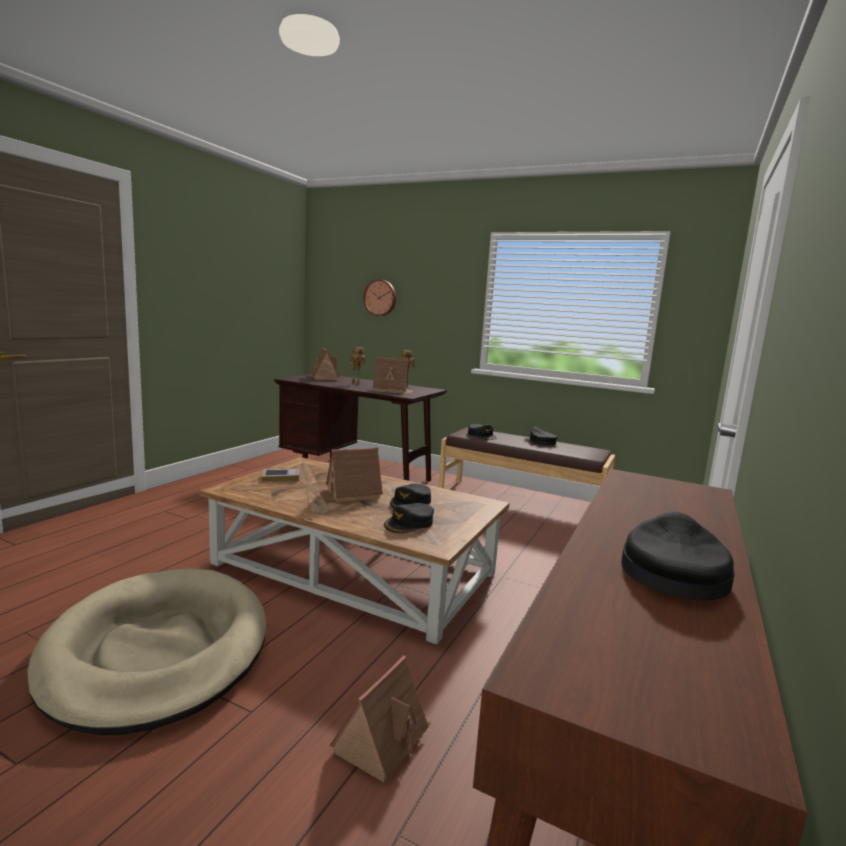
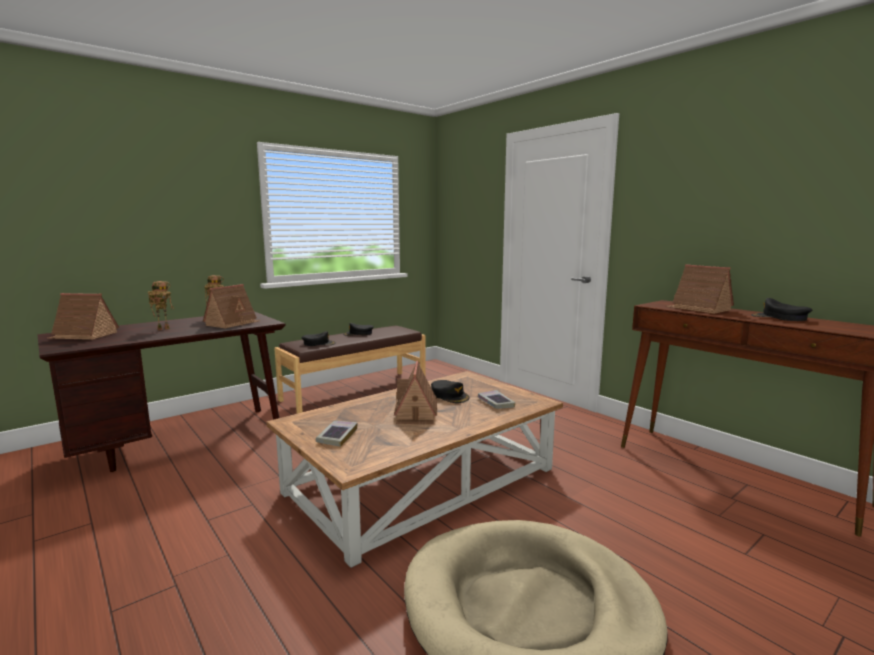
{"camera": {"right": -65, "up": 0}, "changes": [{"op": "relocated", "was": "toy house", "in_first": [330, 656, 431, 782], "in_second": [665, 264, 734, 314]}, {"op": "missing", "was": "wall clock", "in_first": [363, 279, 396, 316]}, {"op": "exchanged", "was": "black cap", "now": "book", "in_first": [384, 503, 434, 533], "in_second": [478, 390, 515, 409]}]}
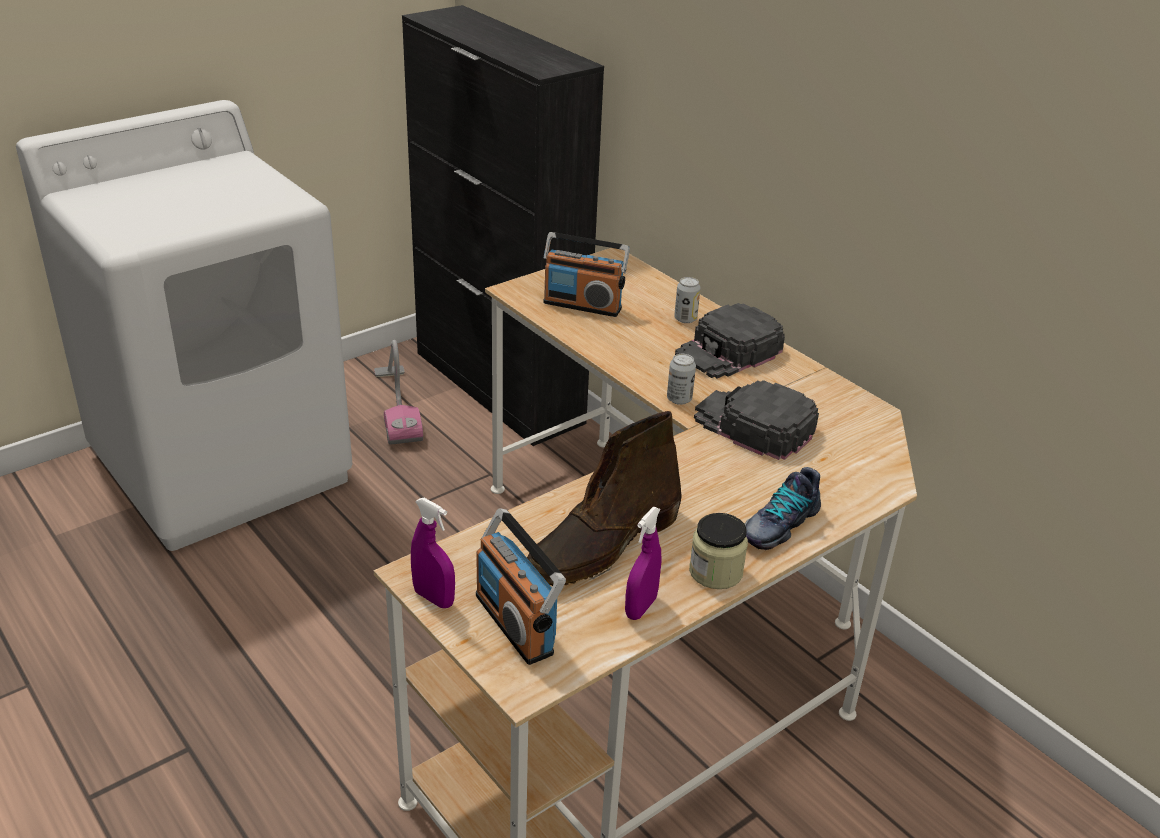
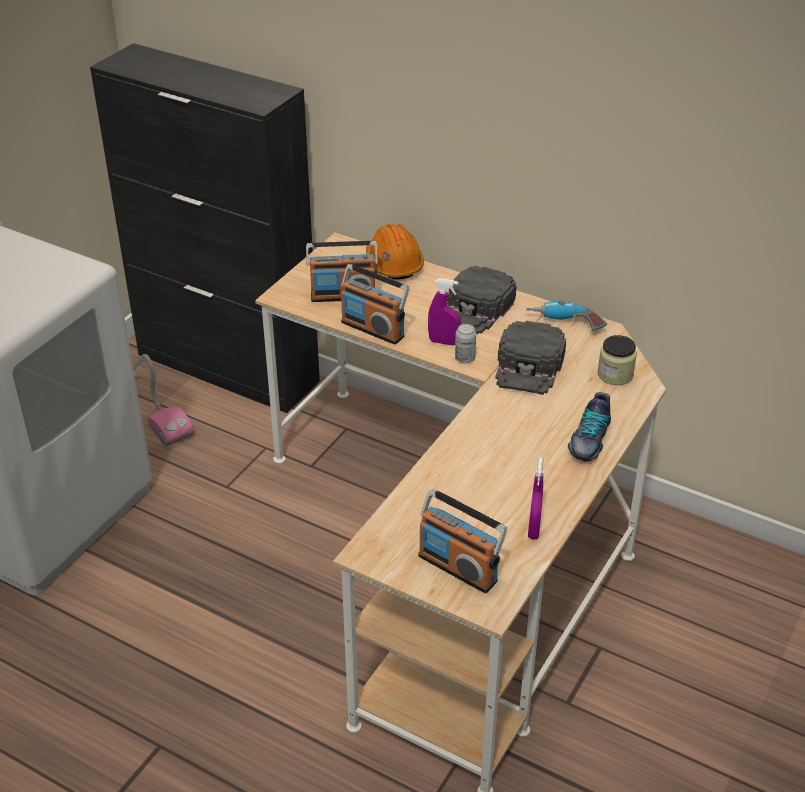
{"camera": {"right": -20, "up": 5}, "changes": [{"op": "relocated", "was": "purple spray bottle", "in_first": [411, 498, 455, 608], "in_second": [428, 278, 461, 346]}, {"op": "missing", "was": "brown boot", "in_first": [527, 411, 682, 586]}, {"op": "missing", "was": "can", "in_first": [674, 277, 701, 323]}, {"op": "relocated", "was": "jar", "in_first": [689, 513, 748, 589], "in_second": [598, 335, 637, 385]}, {"op": "spun", "was": "black cap", "in_first": [694, 380, 819, 460], "in_second": [495, 321, 566, 395], "clockwise": -90}, {"op": "appeared", "now": "radio", "in_second": [341, 264, 409, 344]}, {"op": "appeared", "now": "orange hard hat", "in_second": [366, 224, 424, 280]}, {"op": "appeared", "now": "power drill", "in_second": [526, 301, 607, 331]}]}
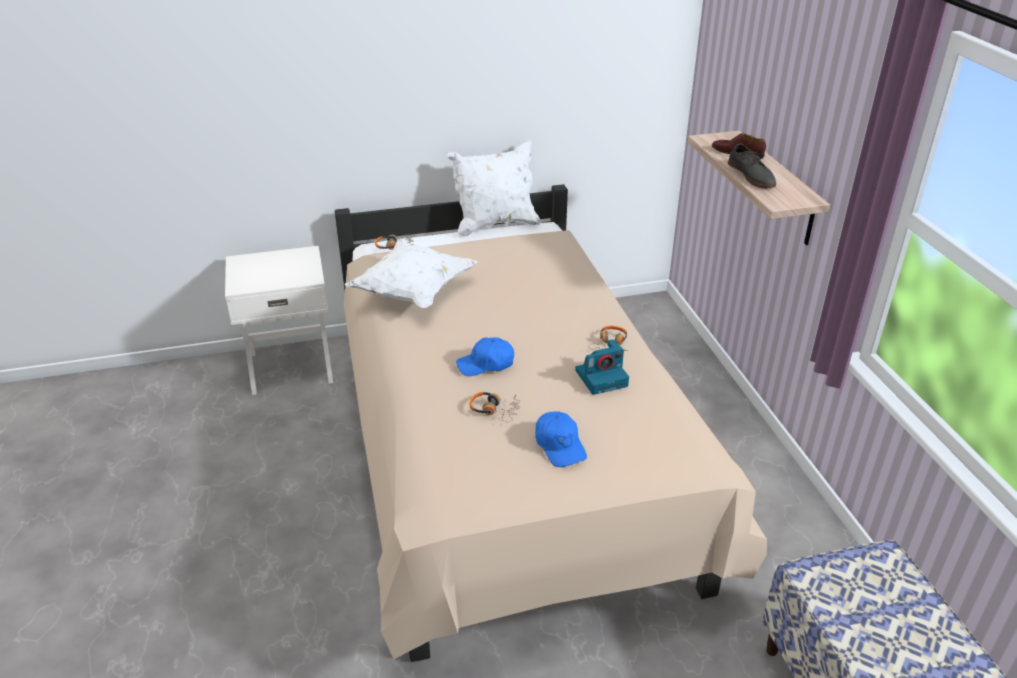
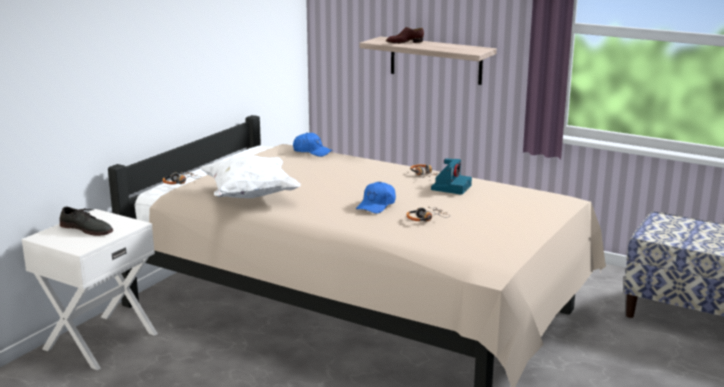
{"camera": {"right": -45, "up": -15}, "changes": [{"op": "missing", "was": "white pillow", "in_first": [447, 140, 541, 237]}, {"op": "relocated", "was": "blue cap", "in_first": [535, 411, 587, 467], "in_second": [293, 132, 332, 157]}, {"op": "relocated", "was": "grey shoe", "in_first": [728, 143, 776, 189], "in_second": [60, 207, 113, 236]}]}
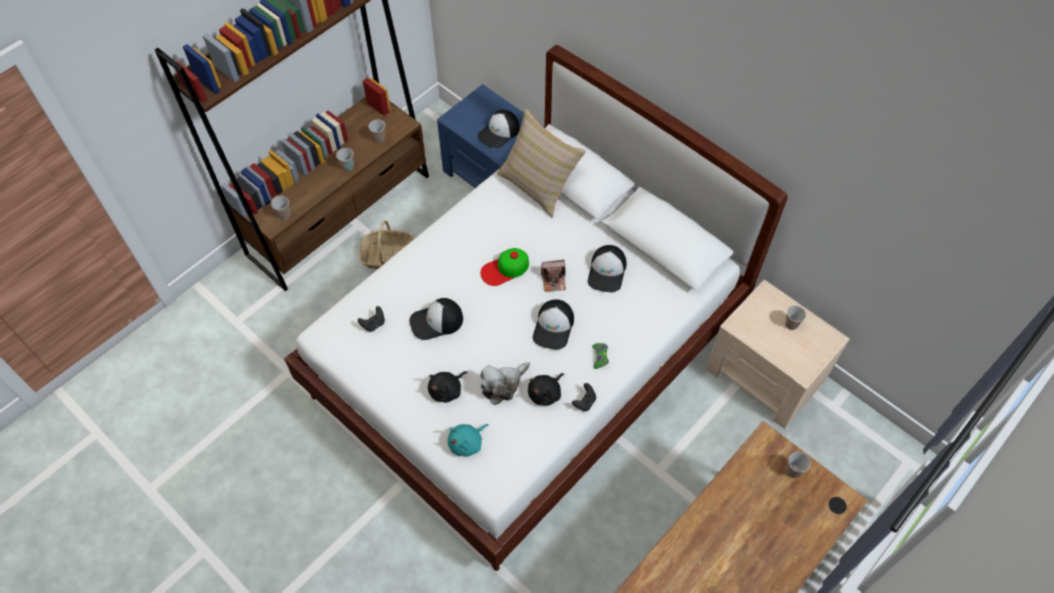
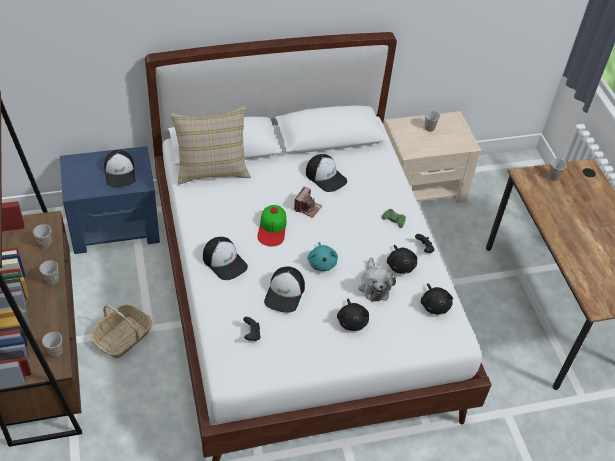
{"camera": {"right": -60, "up": -10}, "changes": [{"op": "relocated", "was": "turquoise plush toy", "in_first": [448, 424, 489, 457], "in_second": [307, 242, 338, 271]}, {"op": "relocated", "was": "cap", "in_first": [533, 299, 574, 350], "in_second": [203, 237, 248, 280]}, {"op": "appeared", "now": "black plush toy", "in_second": [421, 283, 453, 314]}]}
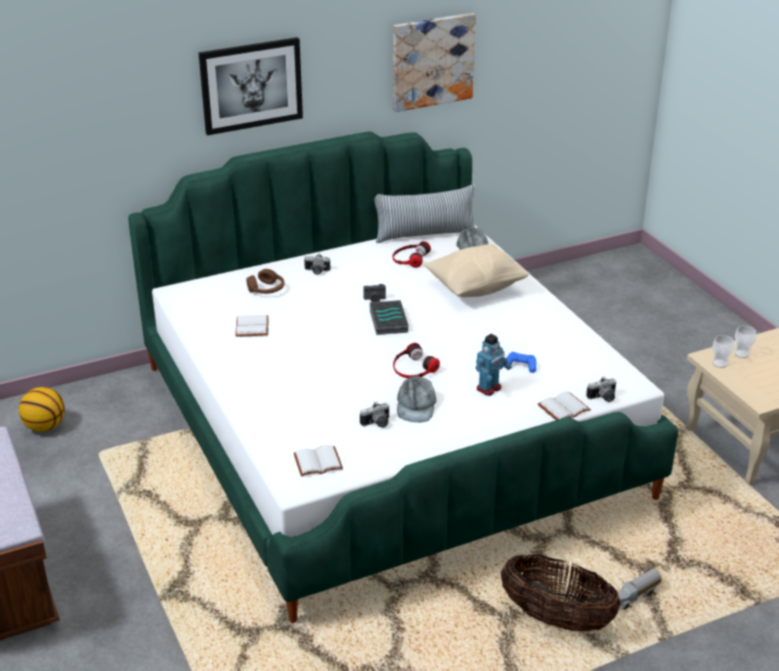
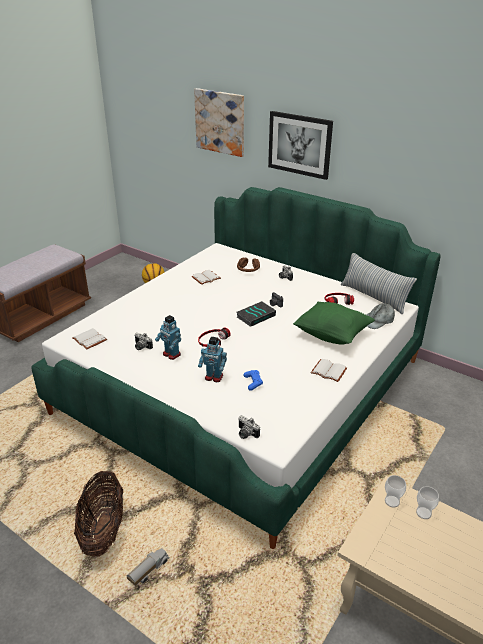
{"camera": {"right": 60, "up": 0}, "changes": [{"op": "relocated", "was": "picture", "in_first": [393, 13, 476, 112], "in_second": [194, 88, 244, 157]}, {"op": "exchanged", "was": "grey cap", "now": "toy robot", "in_first": [397, 375, 436, 422], "in_second": [155, 315, 181, 360]}, {"op": "colour", "was": "beige pillow", "now": "green pillow", "in_first": [424, 244, 529, 297], "in_second": [293, 302, 375, 345]}, {"op": "relocated", "was": "white book", "in_first": [538, 391, 591, 420], "in_second": [311, 359, 347, 382]}, {"op": "spun", "was": "toy truck", "in_first": [618, 569, 662, 610], "in_second": [127, 548, 170, 586], "clockwise": 105}]}
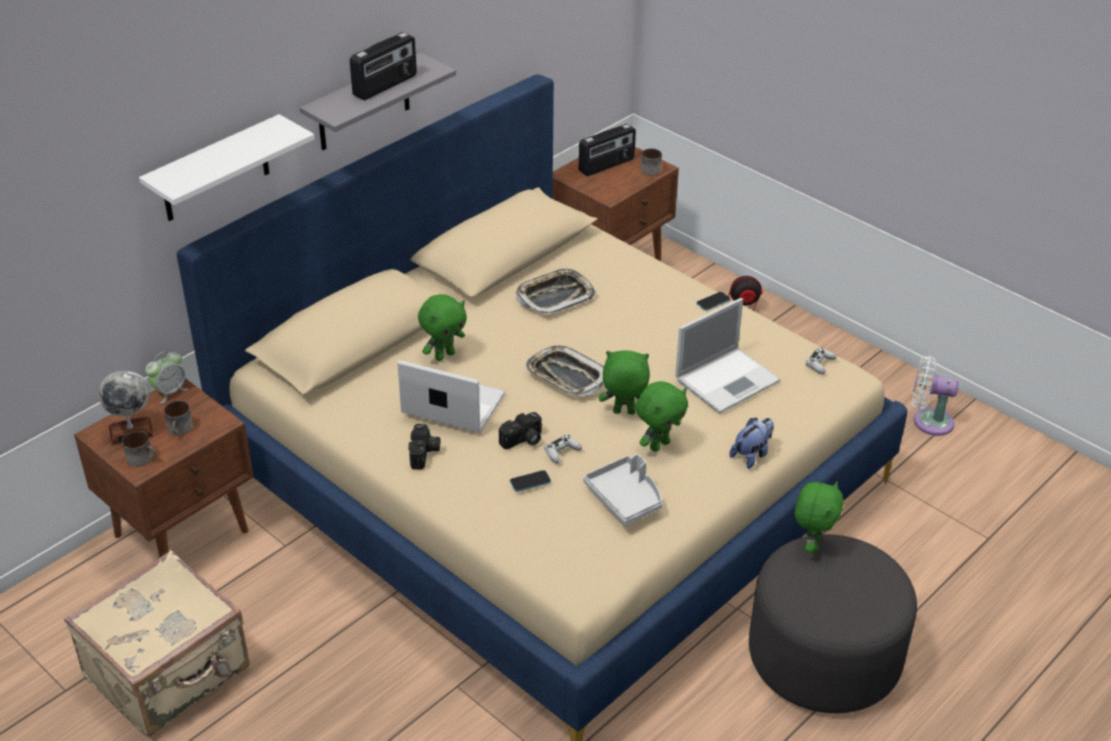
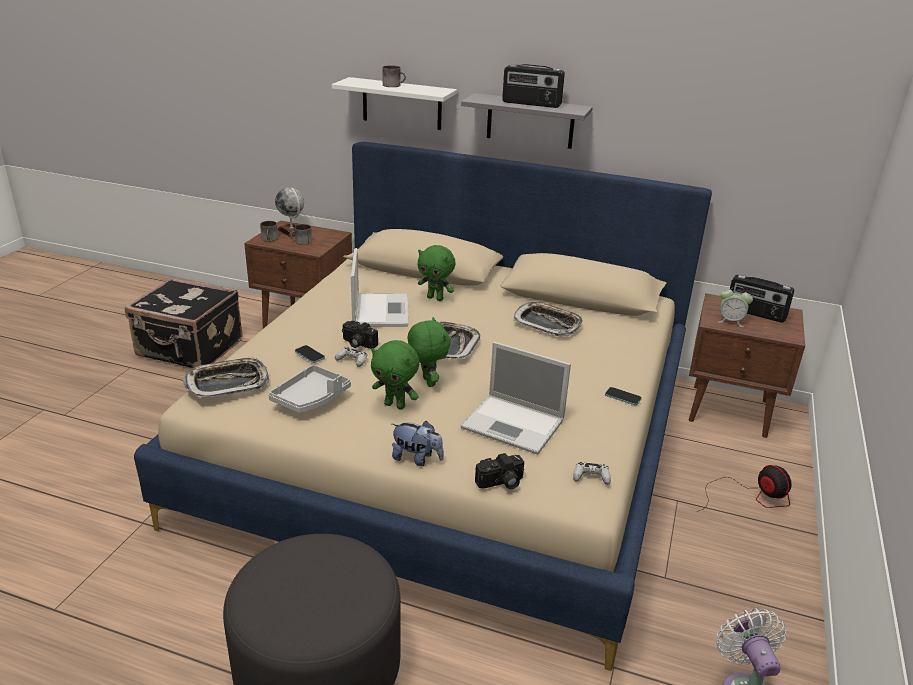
{"camera": {"right": 65, "up": -10}, "changes": [{"op": "colour", "was": "beige suitcase", "now": "black suitcase", "in_first": [64, 550, 250, 737], "in_second": [125, 278, 243, 368]}, {"op": "relocated", "was": "alarm clock", "in_first": [145, 351, 189, 403], "in_second": [717, 286, 753, 327]}, {"op": "relocated", "was": "photo camera", "in_first": [408, 424, 440, 469], "in_second": [475, 453, 524, 489]}, {"op": "relocated", "was": "mug", "in_first": [641, 148, 662, 176], "in_second": [382, 65, 406, 87]}, {"op": "missing", "was": "green plush toy", "in_first": [795, 481, 844, 553]}, {"op": "appeared", "now": "tray", "in_second": [183, 356, 269, 399]}]}
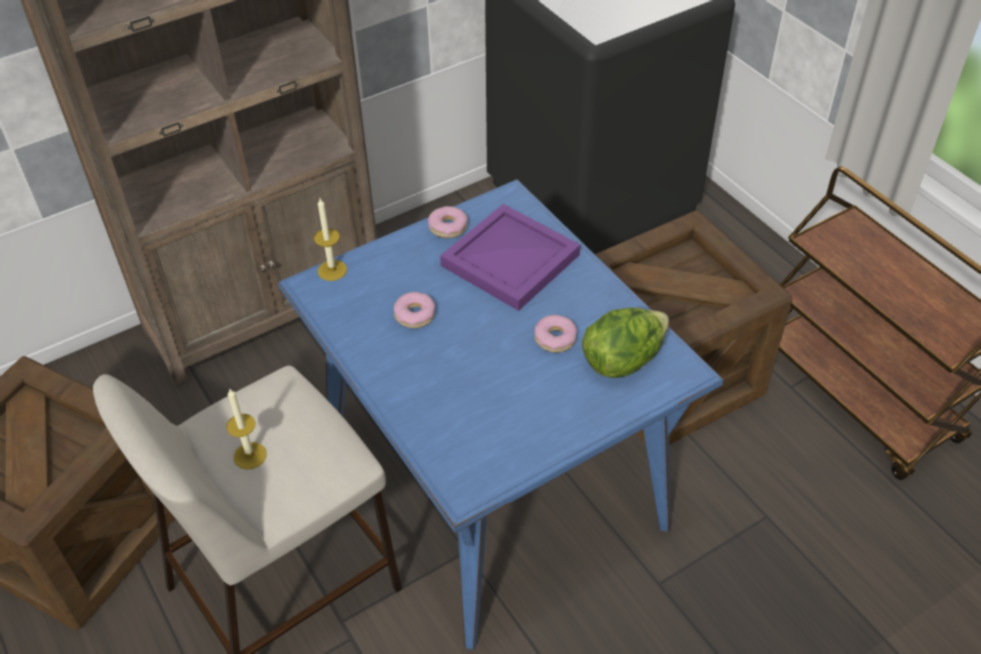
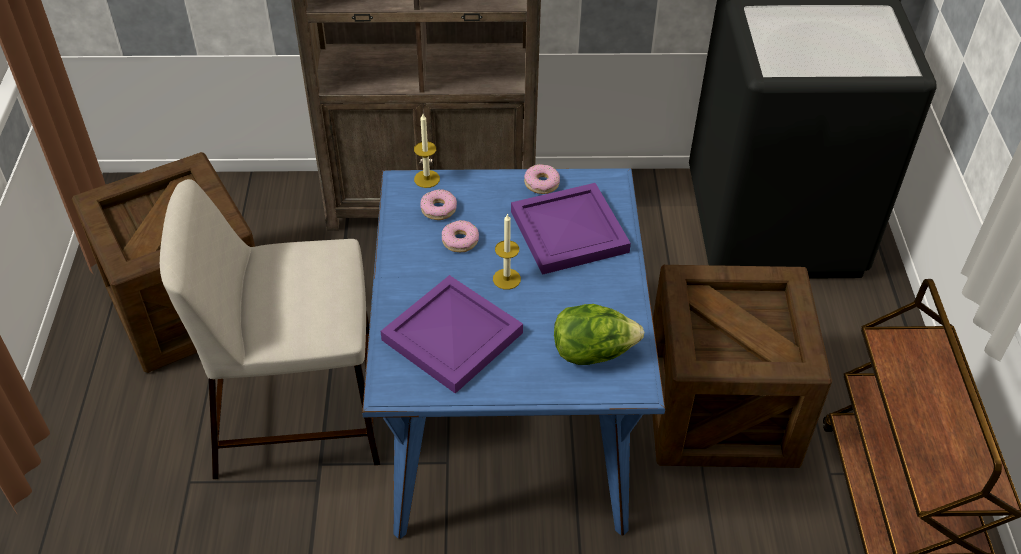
{"camera": {"right": 30, "up": 0}, "changes": [{"op": "relocated", "was": "candle", "in_first": [226, 389, 267, 470], "in_second": [493, 213, 521, 290]}, {"op": "relocated", "was": "donut", "in_first": [534, 315, 577, 353], "in_second": [420, 189, 457, 220]}, {"op": "appeared", "now": "purple tray", "in_second": [381, 275, 523, 394]}]}
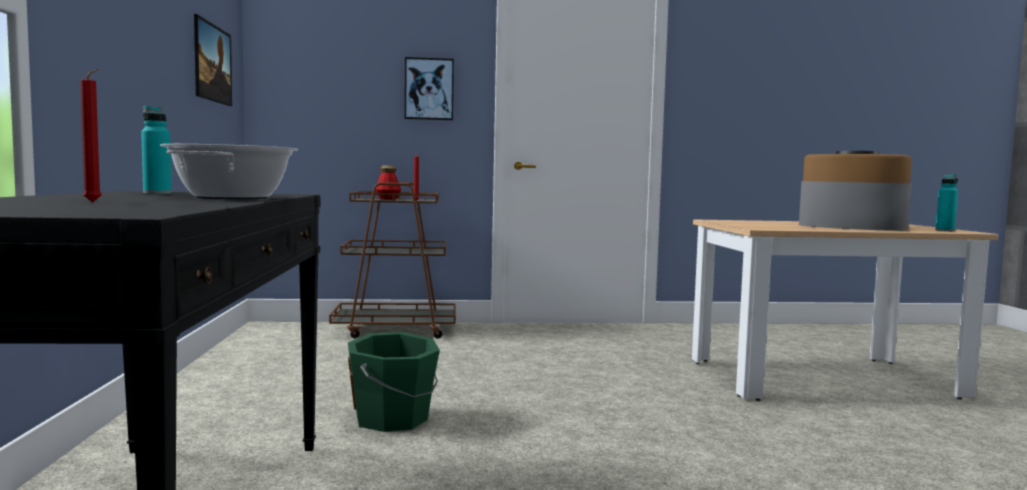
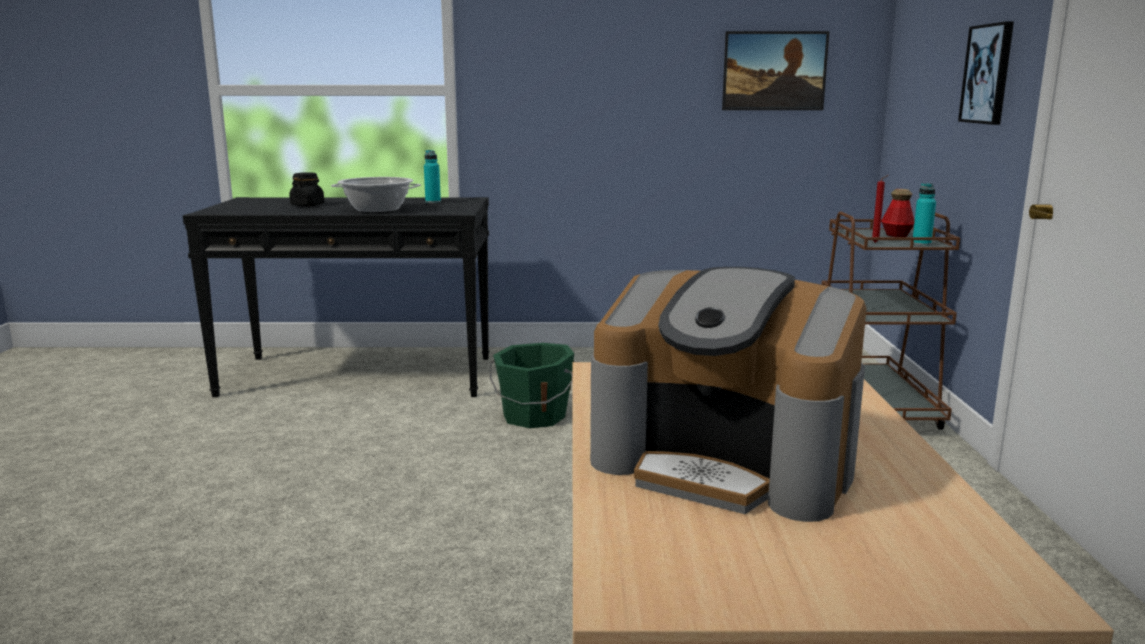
{"camera": {"right": 95, "up": 10}, "changes": [{"op": "exchanged", "was": "red candle", "now": "black jar", "in_first": [80, 69, 102, 202], "in_second": [289, 172, 324, 206]}, {"op": "spun", "was": "coffee machine", "in_first": [799, 151, 912, 231], "in_second": [590, 267, 867, 522], "clockwise": 90}, {"op": "relocated", "was": "turquoise bottle", "in_first": [936, 174, 958, 231], "in_second": [913, 183, 936, 246]}]}
